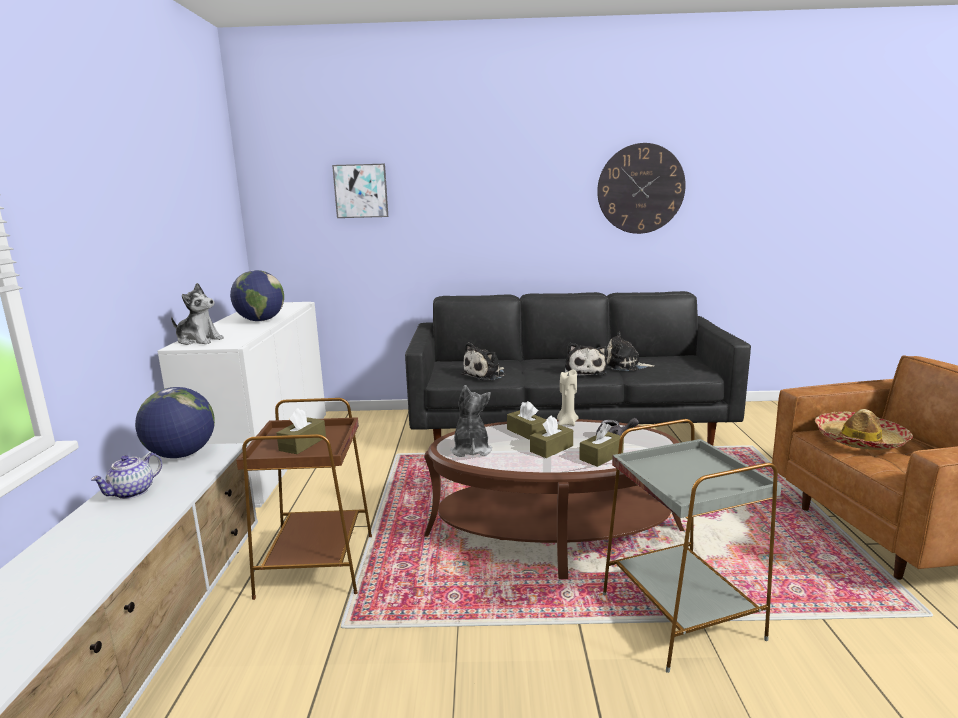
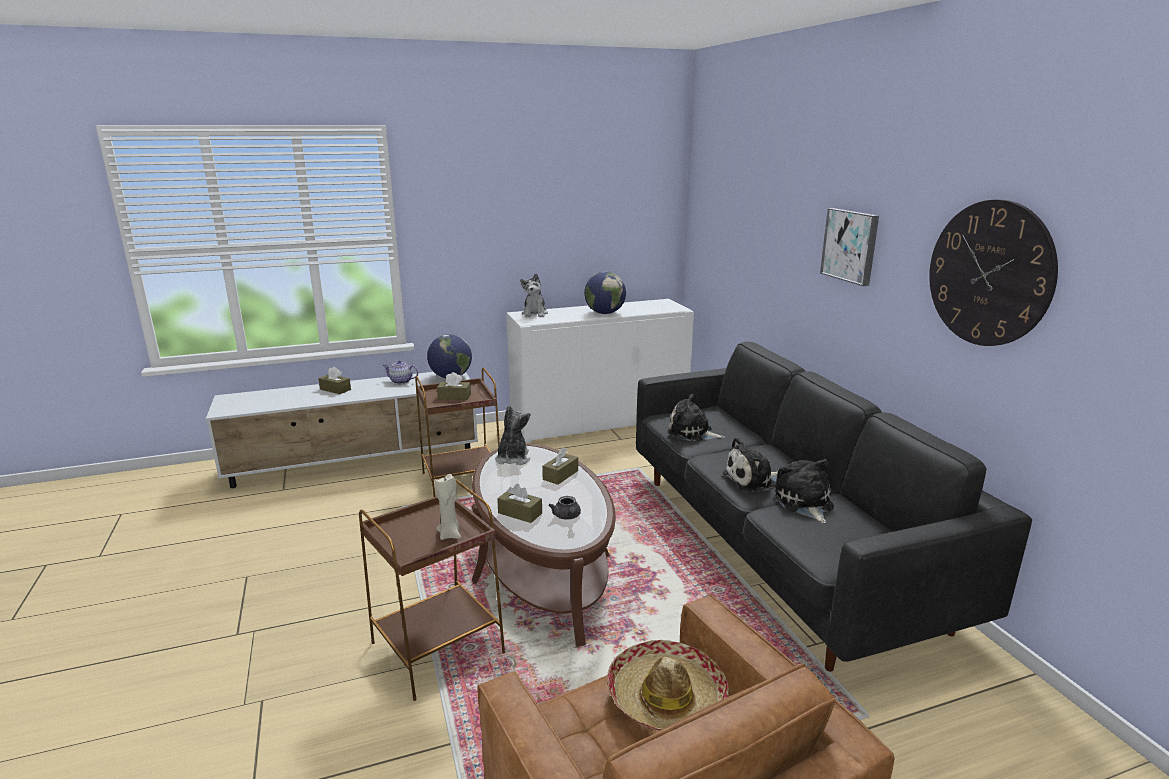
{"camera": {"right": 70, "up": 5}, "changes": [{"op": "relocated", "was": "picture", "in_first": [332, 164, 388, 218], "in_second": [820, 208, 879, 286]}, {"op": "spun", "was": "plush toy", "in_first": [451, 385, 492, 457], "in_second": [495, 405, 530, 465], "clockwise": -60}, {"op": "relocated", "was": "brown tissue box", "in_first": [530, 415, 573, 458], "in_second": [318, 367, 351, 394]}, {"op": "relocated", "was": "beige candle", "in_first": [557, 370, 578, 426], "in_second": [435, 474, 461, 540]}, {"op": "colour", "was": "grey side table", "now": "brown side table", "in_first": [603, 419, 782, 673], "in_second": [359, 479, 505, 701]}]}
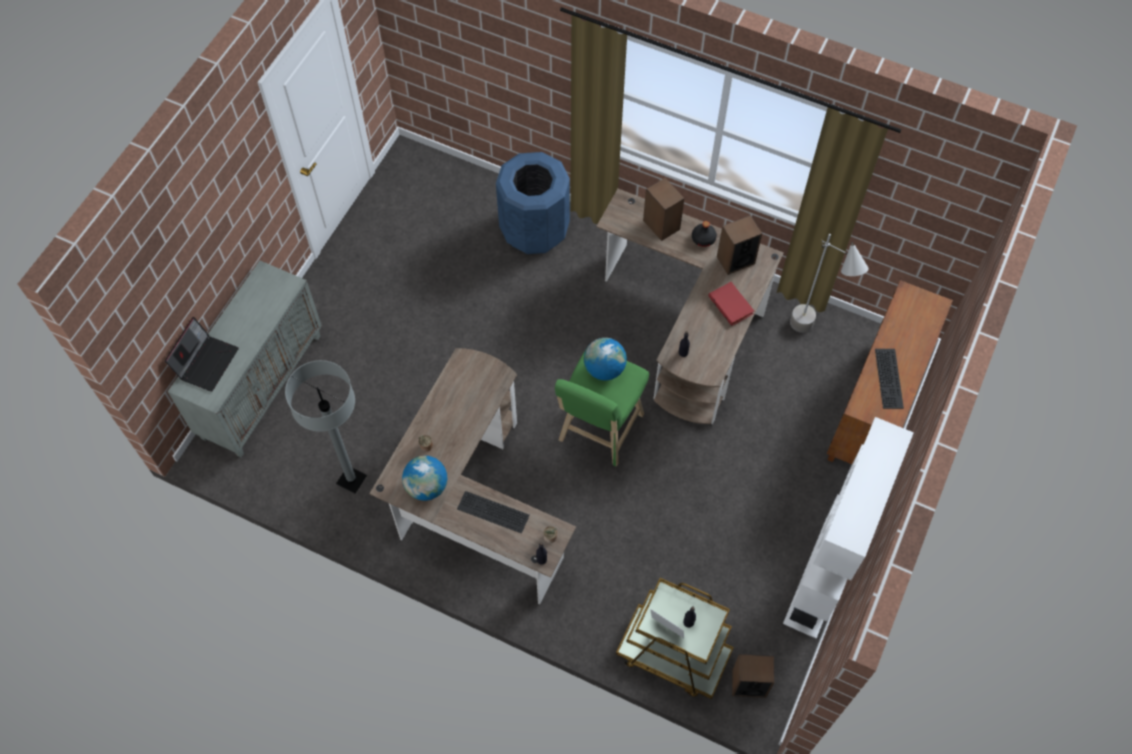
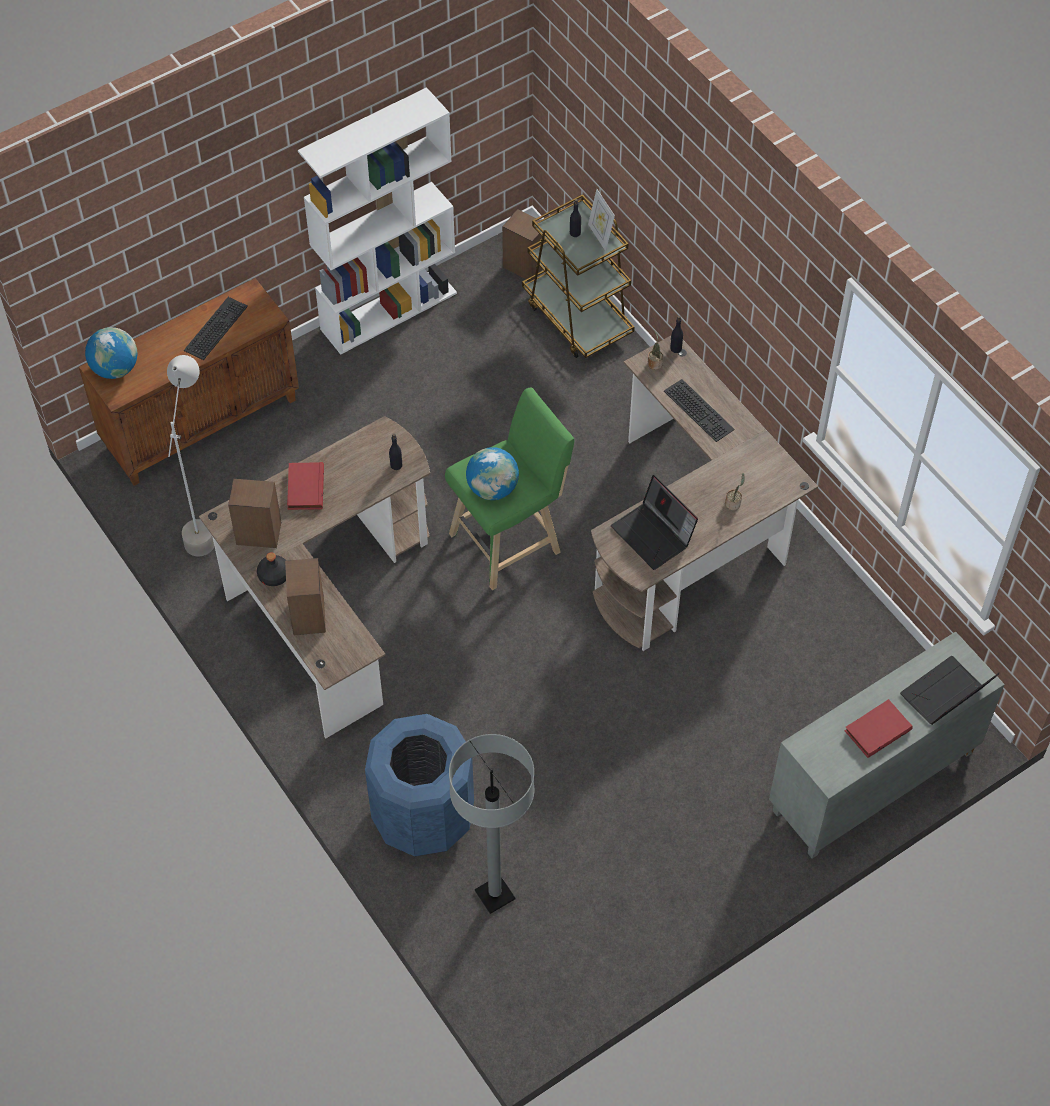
{"camera": {"right": -150, "up": -5}, "changes": [{"op": "relocated", "was": "grey floor lamp", "in_first": [285, 360, 367, 493], "in_second": [449, 734, 534, 914]}, {"op": "relocated", "was": "globe", "in_first": [402, 456, 447, 501], "in_second": [85, 327, 138, 379]}, {"op": "appeared", "now": "laptop", "in_second": [611, 475, 698, 570]}, {"op": "appeared", "now": "red book", "in_second": [844, 699, 913, 758]}]}
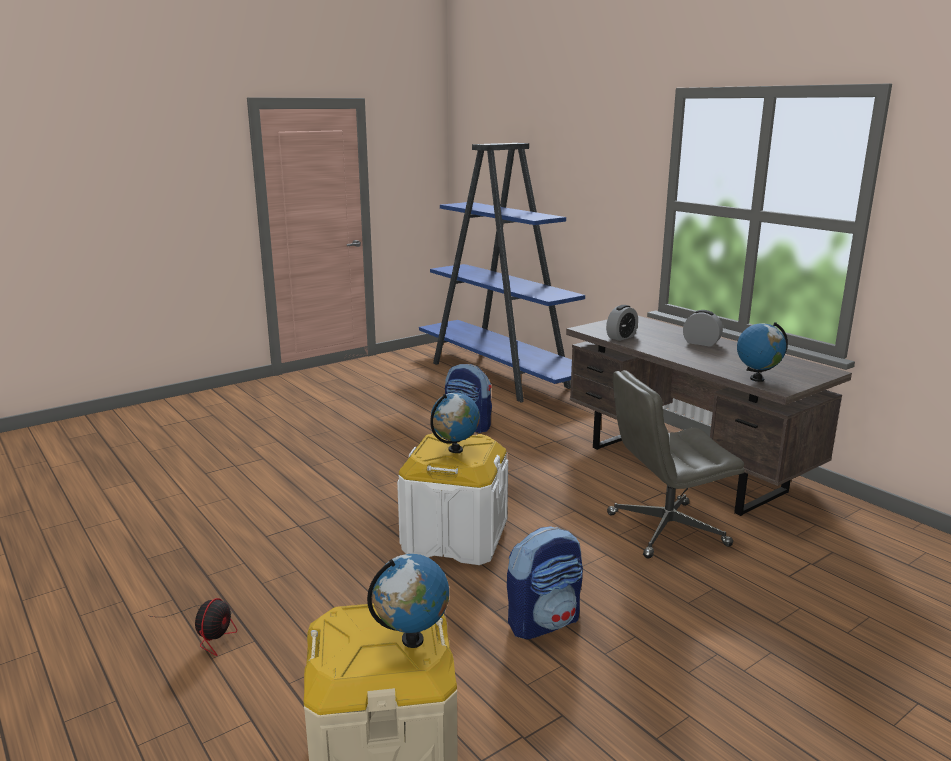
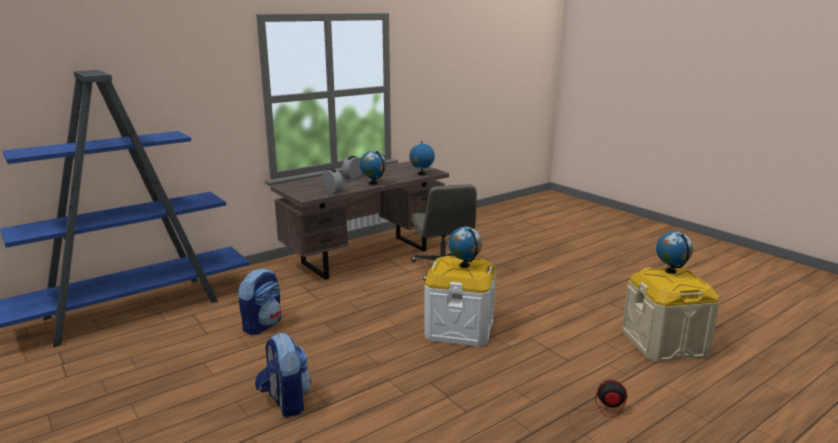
{"camera": {"right": -90, "up": 0}, "changes": [{"op": "relocated", "was": "backpack", "in_first": [507, 526, 583, 639], "in_second": [255, 333, 311, 417]}, {"op": "appeared", "now": "globe", "in_second": [360, 151, 386, 185]}]}
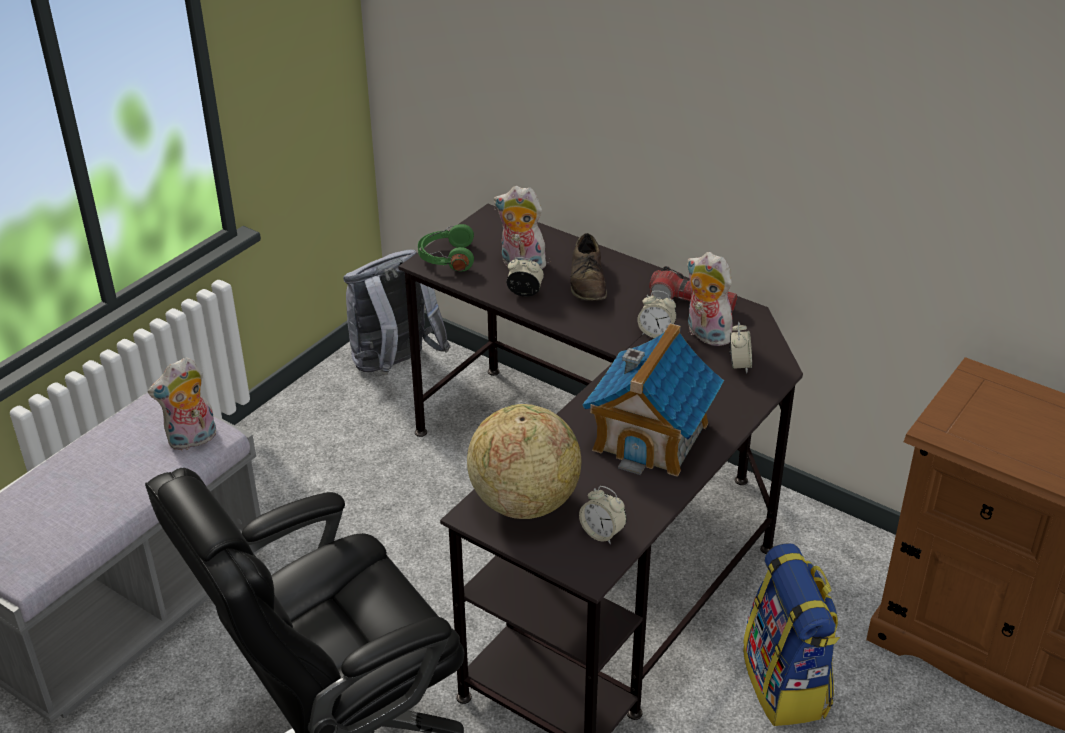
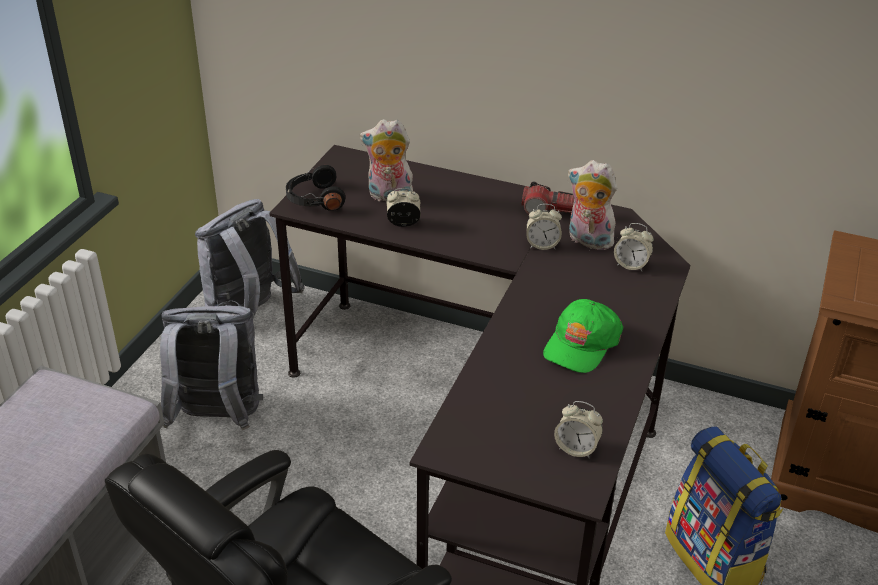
{"camera": {"right": -15, "up": 0}, "changes": [{"op": "missing", "was": "plush toy", "in_first": [148, 357, 216, 450]}, {"op": "colour", "was": "green headphones", "now": "black headphones", "in_first": [418, 224, 474, 271], "in_second": [286, 165, 345, 211]}, {"op": "missing", "was": "globe", "in_first": [467, 404, 581, 519]}, {"op": "missing", "was": "brown shoe", "in_first": [570, 233, 607, 301]}, {"op": "exchanged", "was": "toy house", "now": "green cap", "in_first": [582, 323, 724, 477], "in_second": [543, 299, 623, 373]}, {"op": "spun", "was": "alarm clock", "in_first": [729, 321, 752, 374], "in_second": [614, 223, 654, 271], "clockwise": 120}, {"op": "appeared", "now": "grey backpack", "in_second": [160, 305, 263, 430]}]}
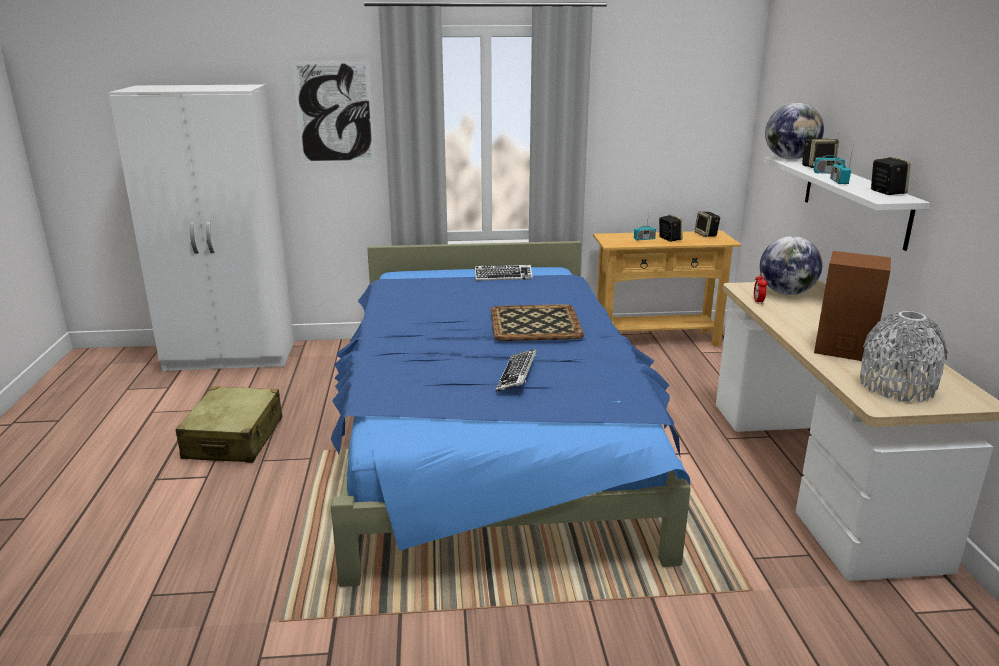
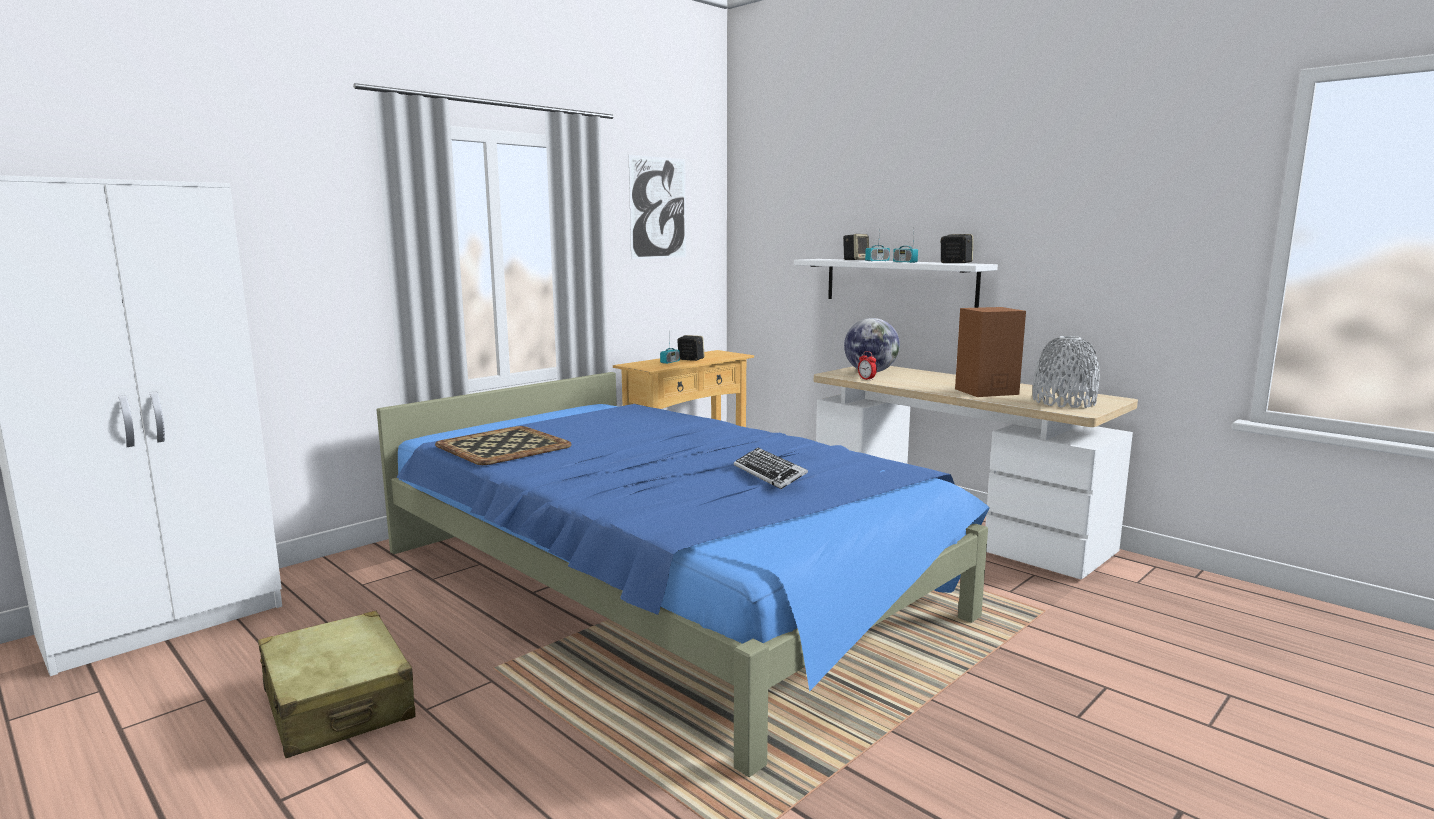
{"camera": {"right": -40, "up": -10}, "changes": [{"op": "relocated", "was": "picture", "in_first": [292, 61, 375, 163], "in_second": [629, 155, 686, 259]}, {"op": "missing", "was": "keyboard", "in_first": [475, 265, 533, 281]}, {"op": "relocated", "was": "tray", "in_first": [491, 304, 584, 341], "in_second": [435, 426, 571, 465]}, {"op": "missing", "was": "speaker", "in_first": [695, 211, 720, 237]}, {"op": "missing", "was": "globe", "in_first": [765, 103, 824, 160]}]}
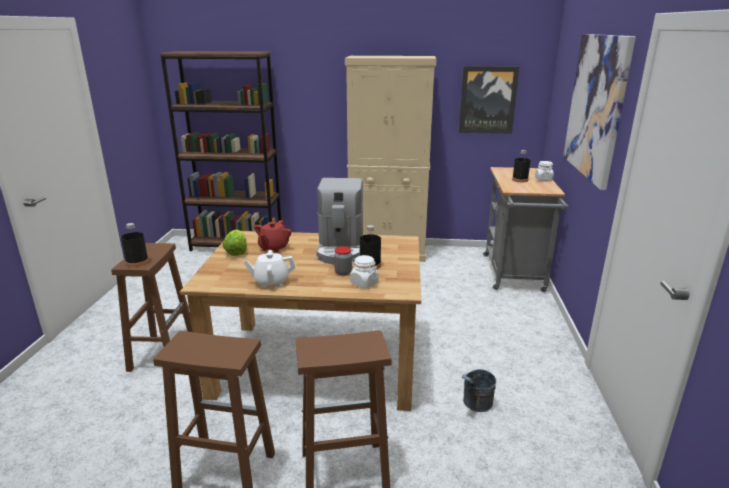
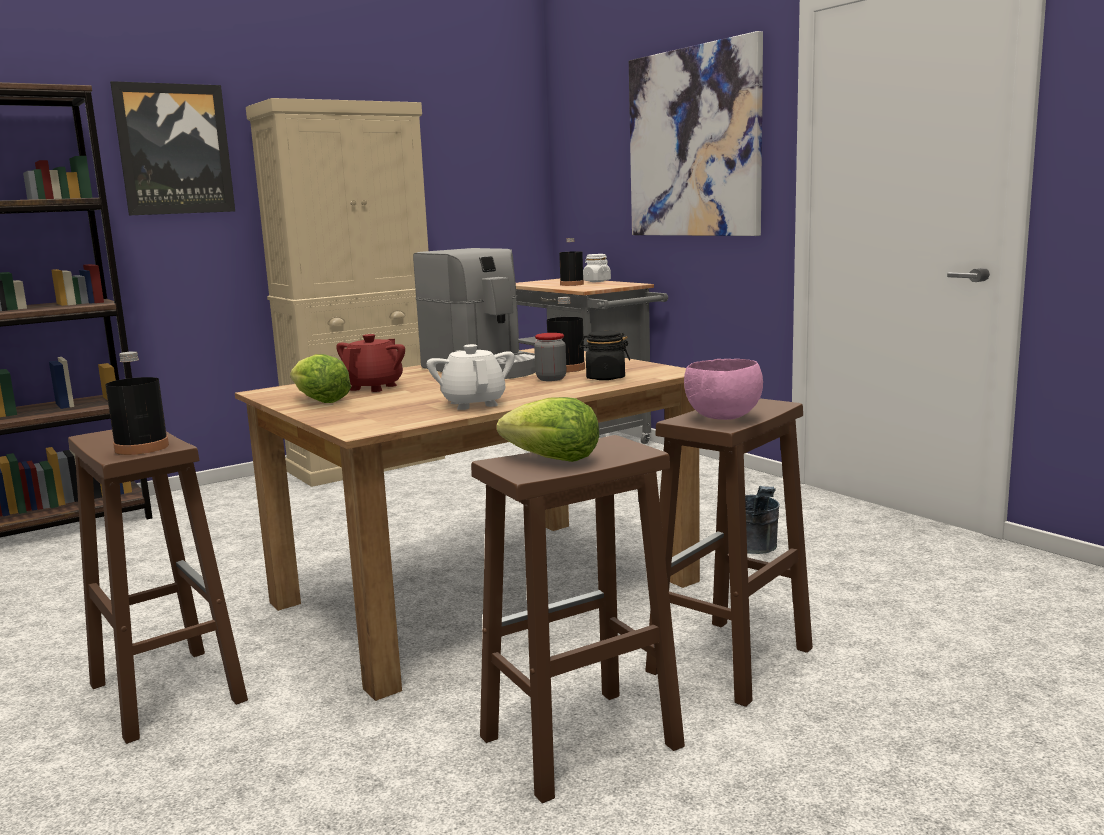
{"camera": {"right": -40, "up": -10}, "changes": [{"op": "spun", "was": "white teapot", "in_first": [243, 250, 296, 288], "in_second": [427, 344, 515, 410], "clockwise": 120}, {"op": "spun", "was": "red teapot", "in_first": [254, 220, 291, 253], "in_second": [336, 334, 405, 392], "clockwise": -135}, {"op": "colour", "was": "white jar", "now": "black jar", "in_first": [350, 255, 379, 288], "in_second": [579, 331, 630, 380]}, {"op": "relocated", "was": "picture", "in_first": [459, 66, 519, 134], "in_second": [110, 81, 235, 215]}, {"op": "appeared", "now": "lettuce", "in_second": [497, 397, 599, 462]}, {"op": "appeared", "now": "pink bowl", "in_second": [684, 359, 763, 420]}]}
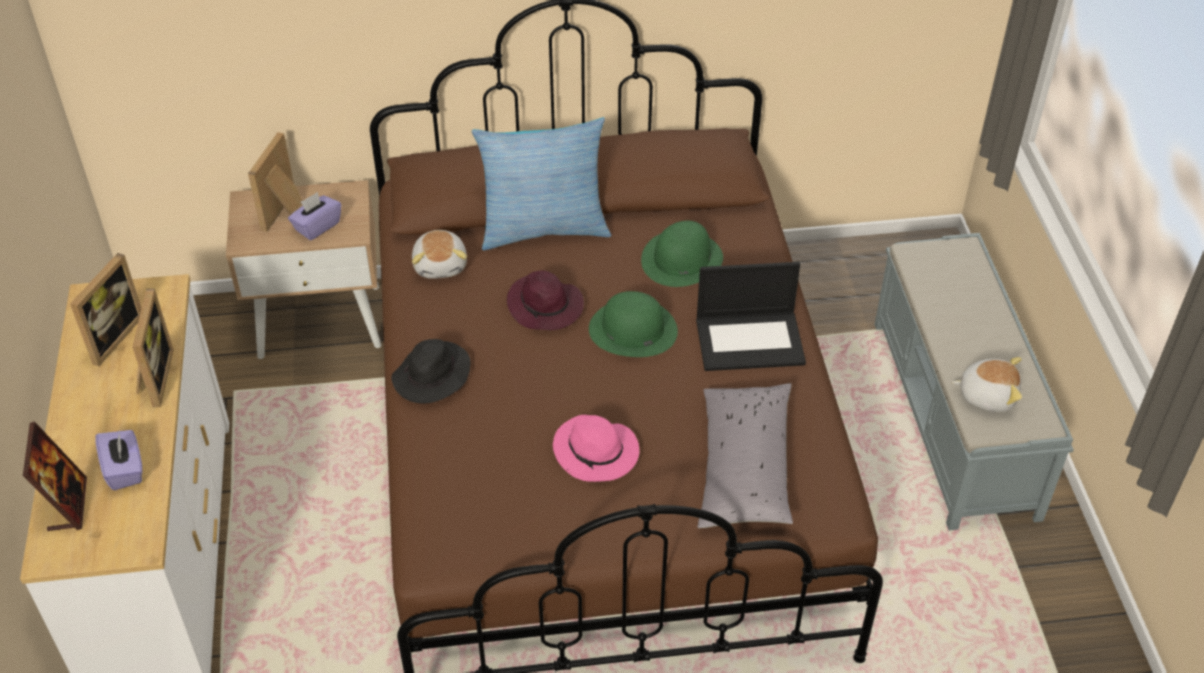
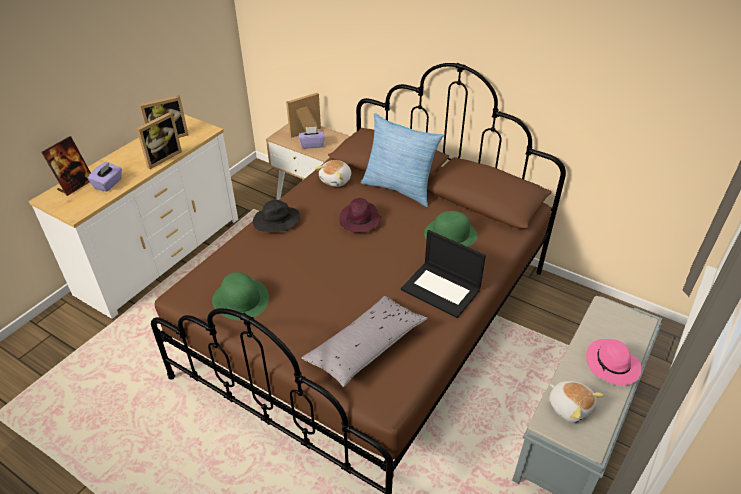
{"camera": {"right": 40, "up": -5}, "changes": [{"op": "relocated", "was": "pink hat", "in_first": [553, 415, 639, 482], "in_second": [586, 339, 642, 385]}, {"op": "relocated", "was": "green hat", "in_first": [589, 291, 678, 357], "in_second": [212, 272, 269, 321]}]}
